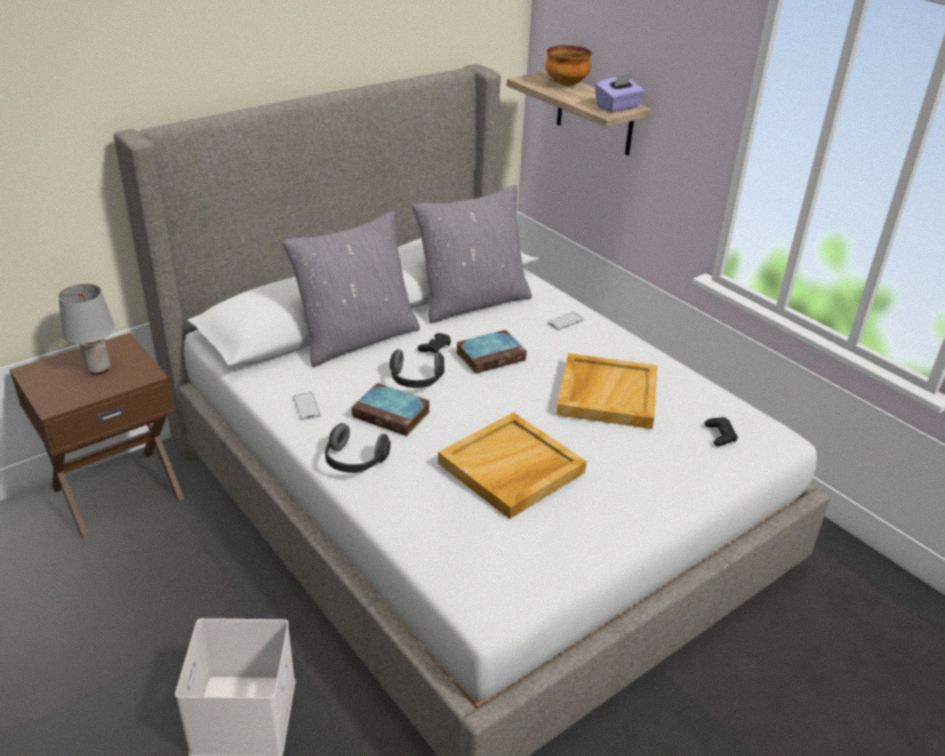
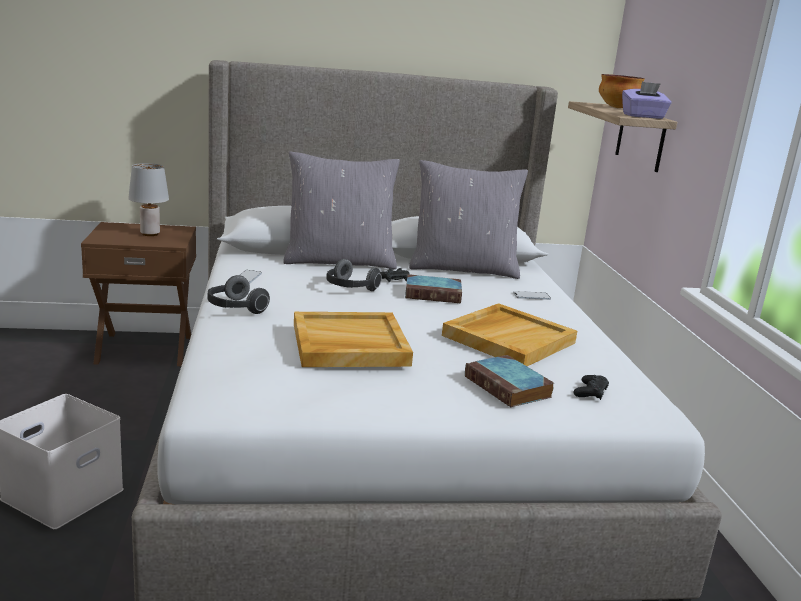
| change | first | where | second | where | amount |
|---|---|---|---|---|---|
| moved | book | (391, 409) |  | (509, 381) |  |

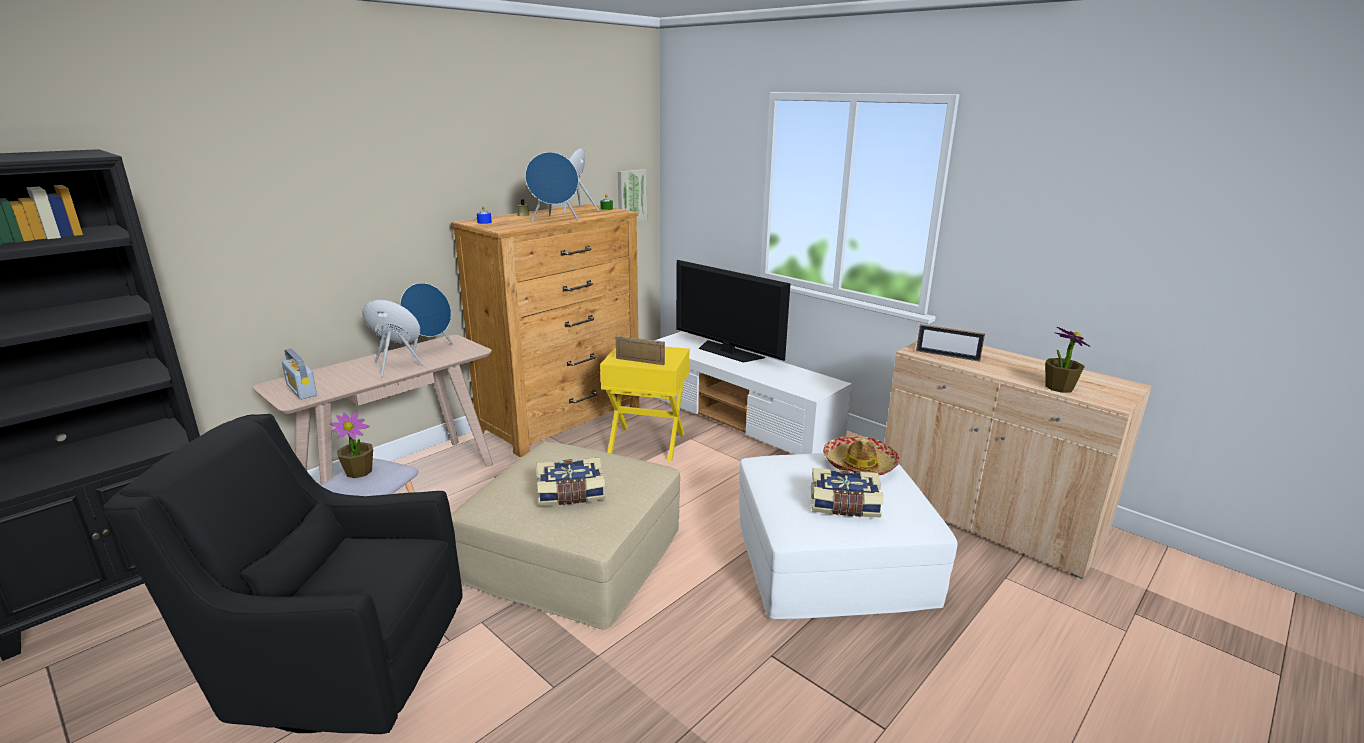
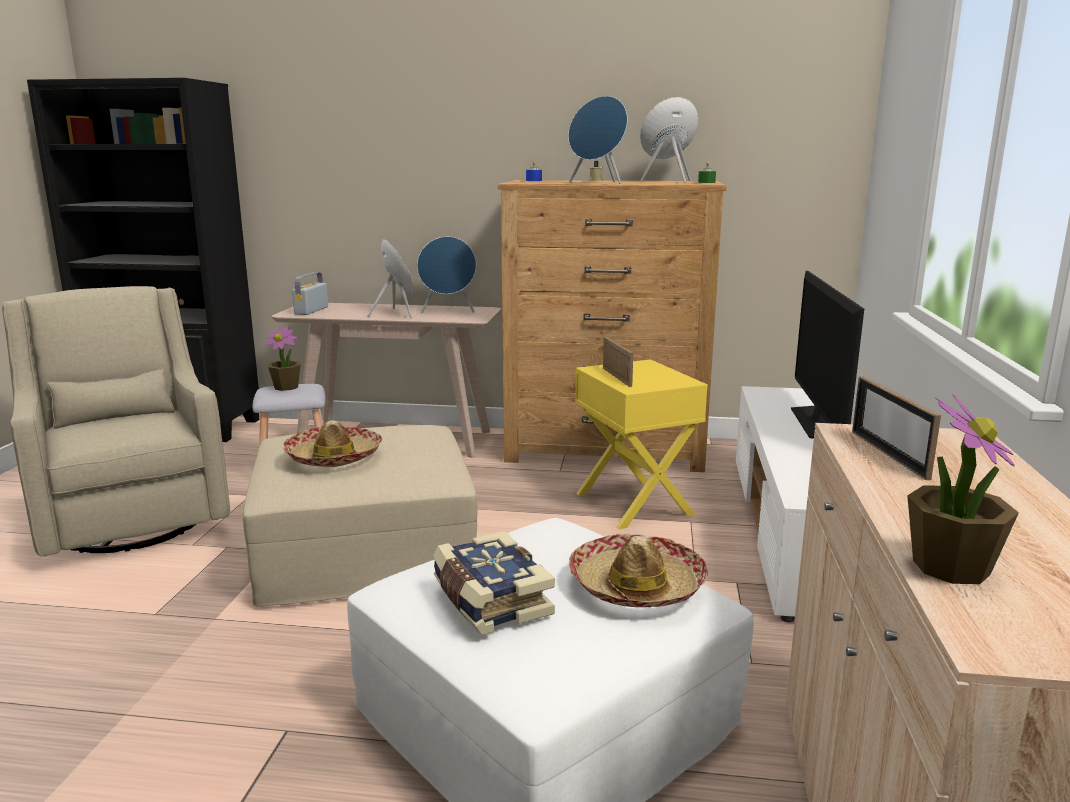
| change | first | where | second | where | amount |
|---|---|---|---|---|---|
| removed | picture | (632, 195) |  |  |  |
| replaced | book | (571, 481) | hat | (332, 443) |  |
| recoloured | black_armchair | (283, 574) | beige_armchair | (116, 421) |  |

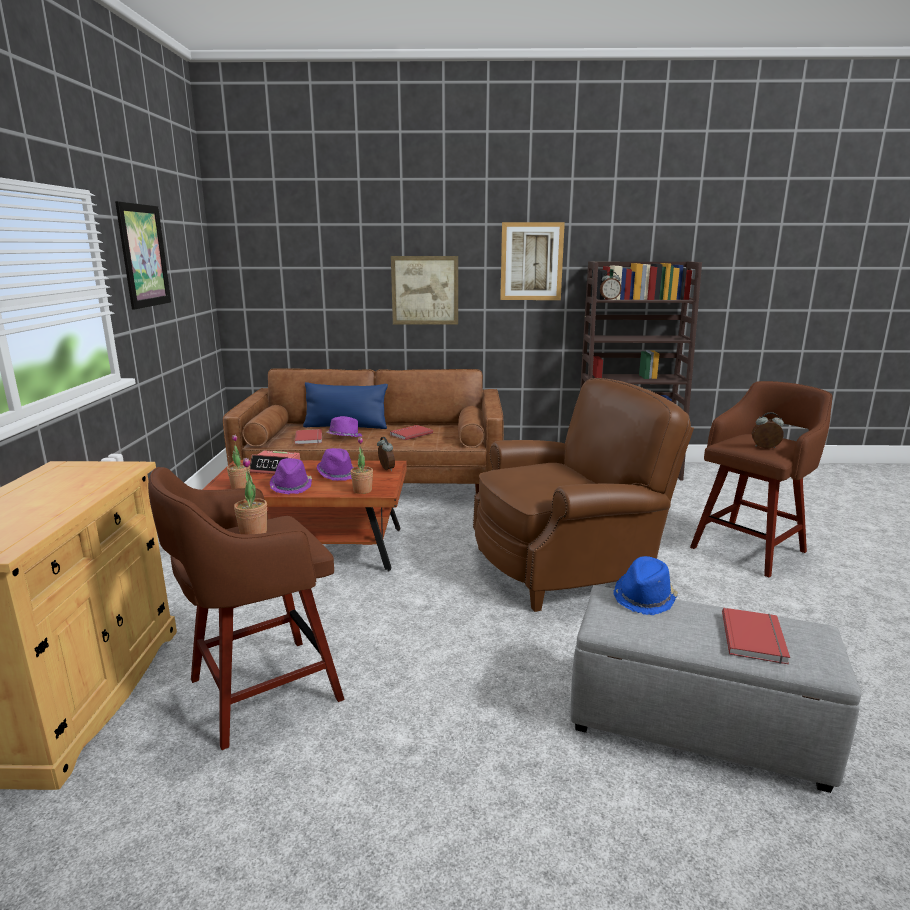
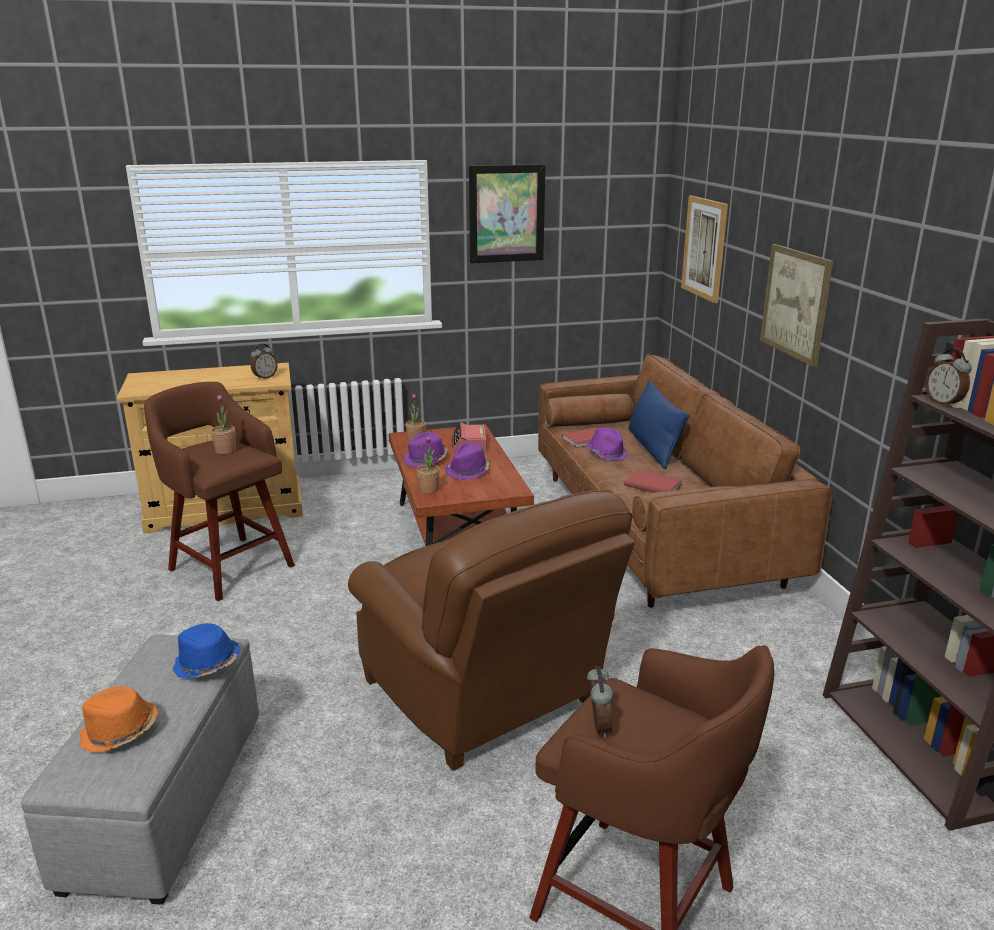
| change | first | where | second | where | amount |
|---|---|---|---|---|---|
| moved | alarm_clock | (386, 454) |  | (264, 362) |  |
| moved | picture | (532, 261) |  | (704, 249) |  |
| replaced | red_book | (756, 636) | orange_hat | (118, 719) |  |

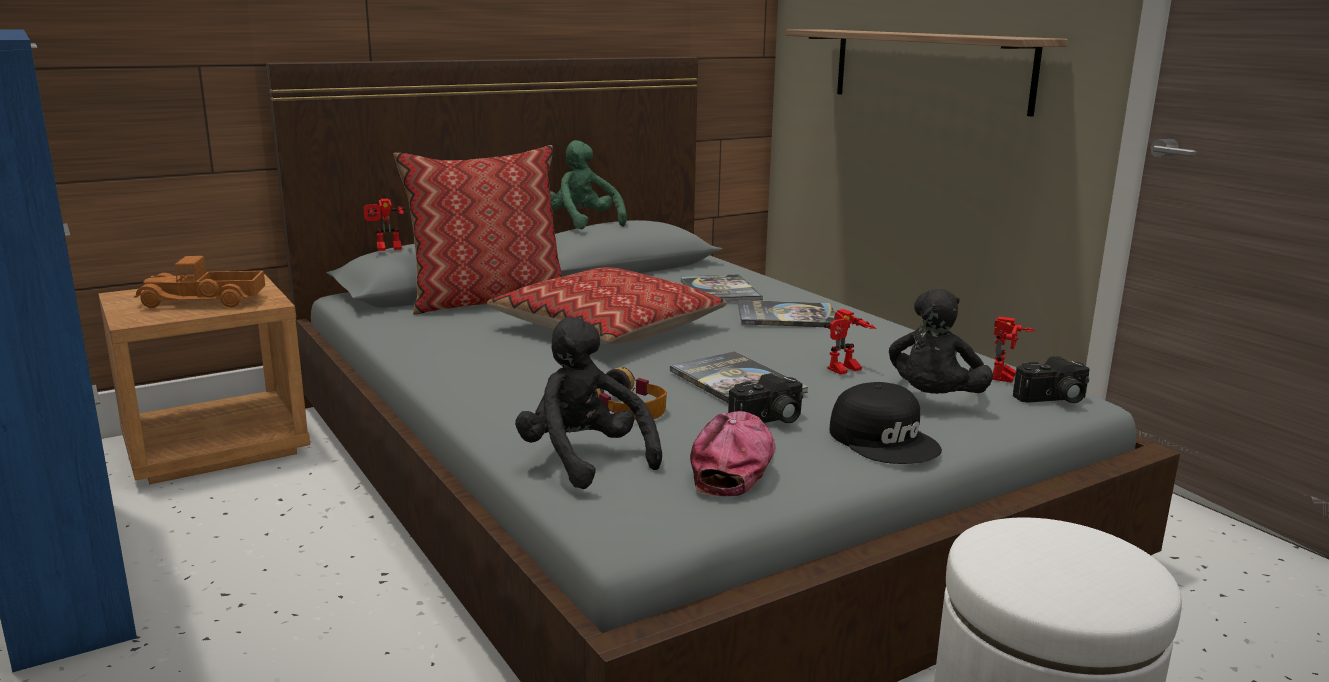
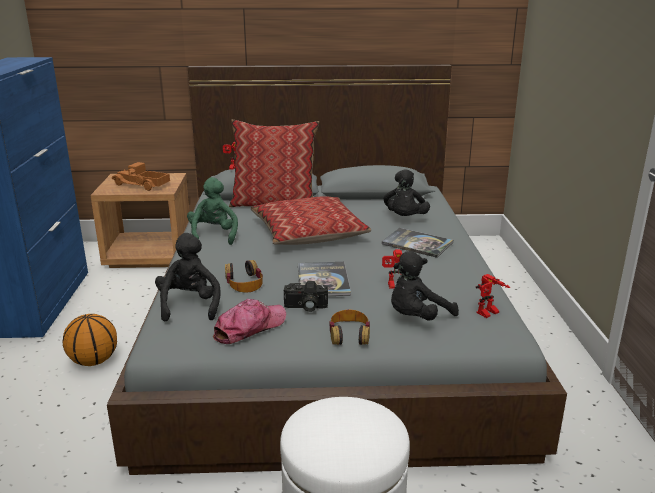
| change | first | where | second | where | amount |
|---|---|---|---|---|---|
| removed | shelf | (927, 73) |  |  |  |
| removed | photo_camera | (1051, 379) |  |  |  |
| added |  |  | basketball | (90, 340) |  |
| moved | green_plush_toy | (588, 185) |  | (212, 211) |  |
| replaced | book | (721, 288) | black_plush_toy | (406, 193) |  |
| replaced | black_cap | (885, 423) | headphones | (350, 327) |  |

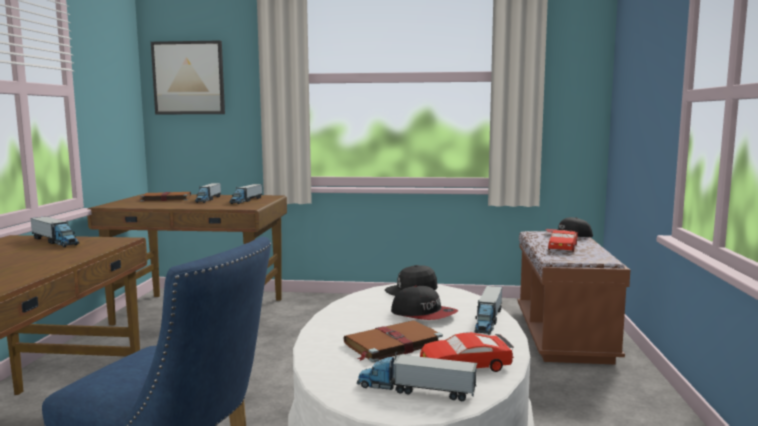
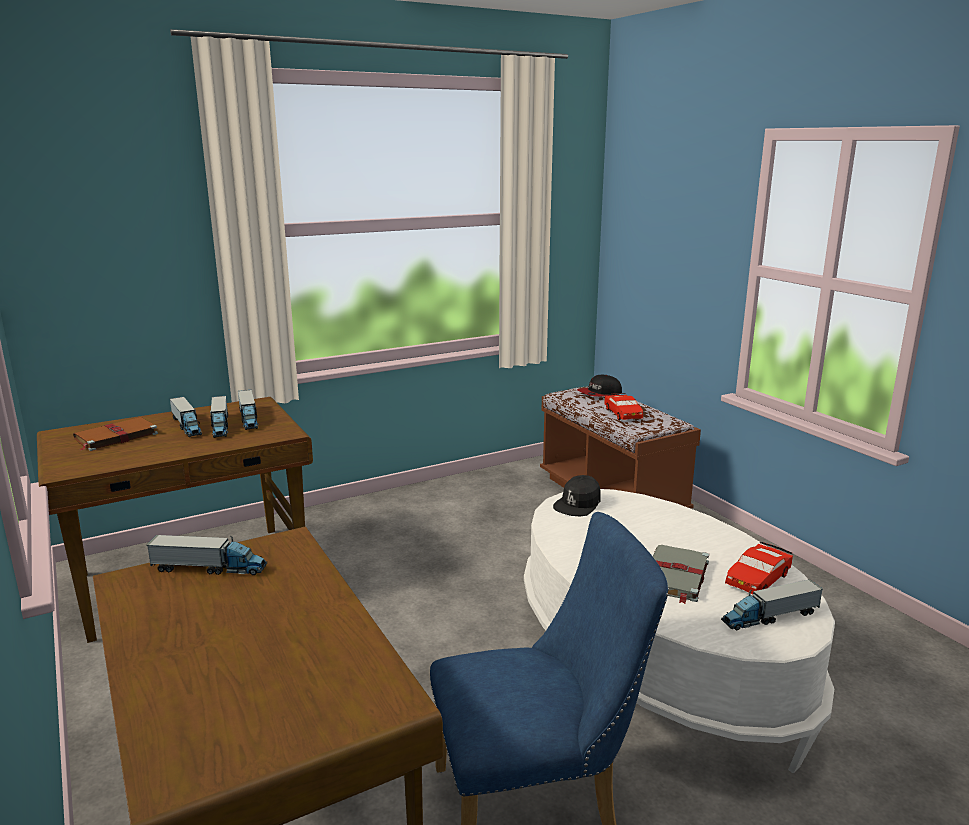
| change | first | where | second | where | amount |
|---|---|---|---|---|---|
| removed | picture | (188, 77) |  |  |  |
| removed | cap | (424, 303) |  |  |  |
| moved | toy_truck | (488, 310) |  | (219, 417) |  |
| recoloured | brown_book | (393, 341) | grey_book | (681, 574) |  |

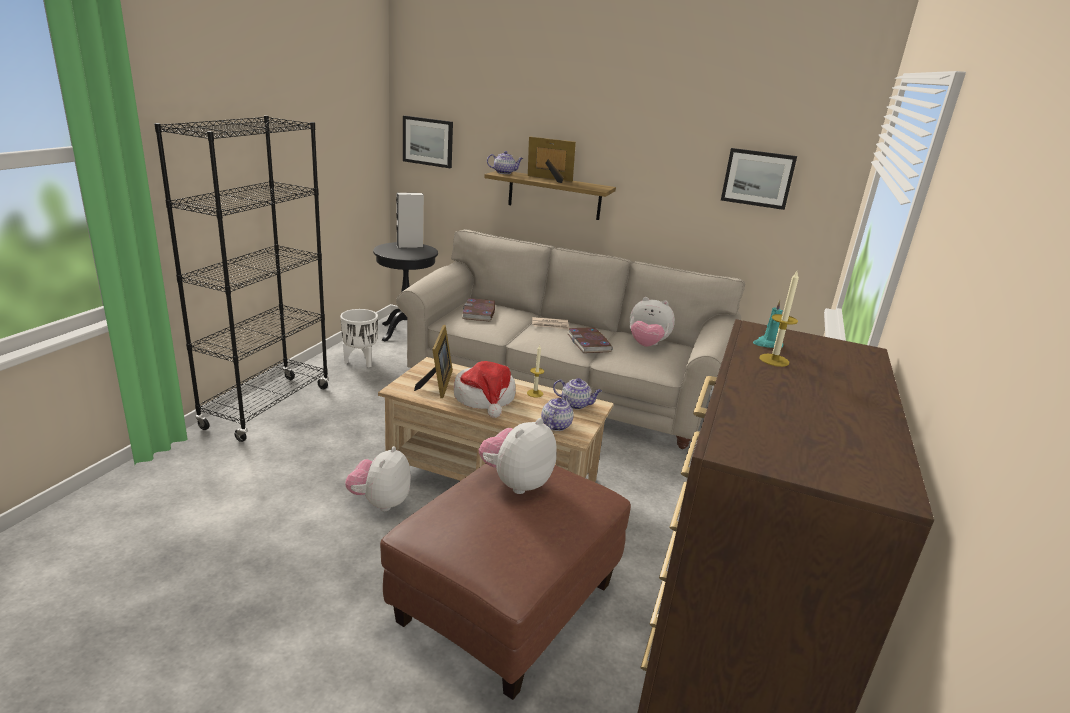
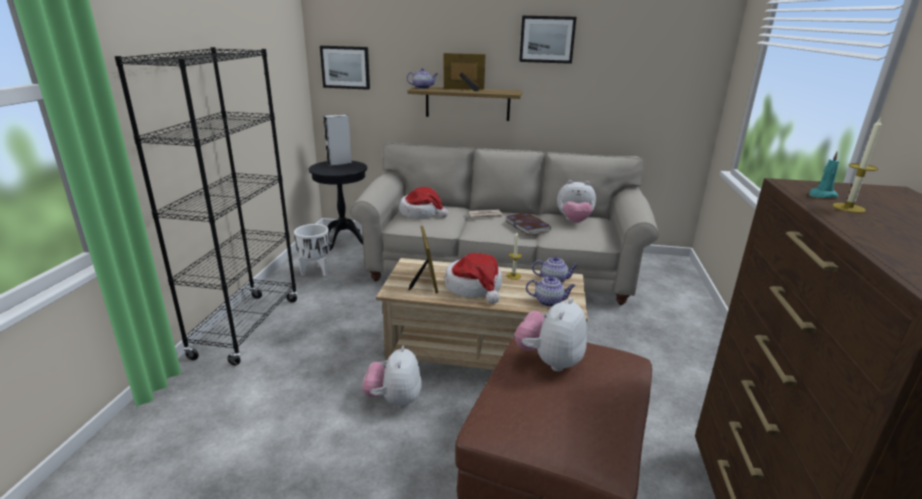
| change | first | where | second | where | amount |
|---|---|---|---|---|---|
| moved | picture | (759, 179) |  | (547, 40) |  |
| replaced | book | (478, 309) | hat | (423, 202) |  |
| turned | teapot | (557, 413) |  | (550, 291) | 90 degrees clockwise |

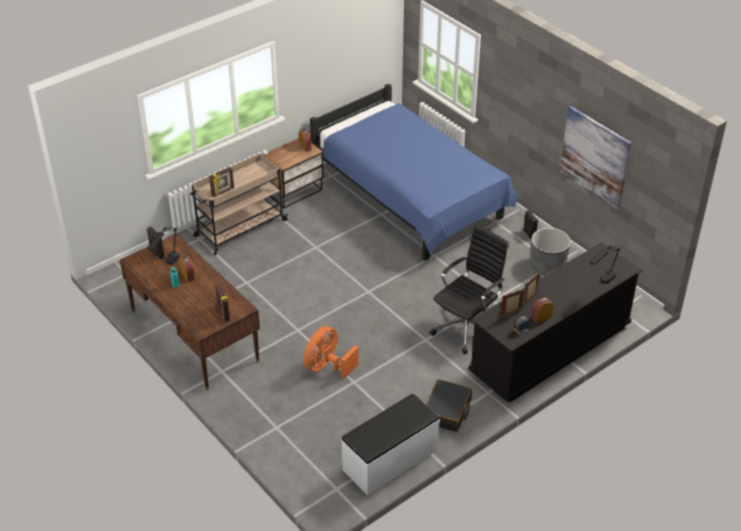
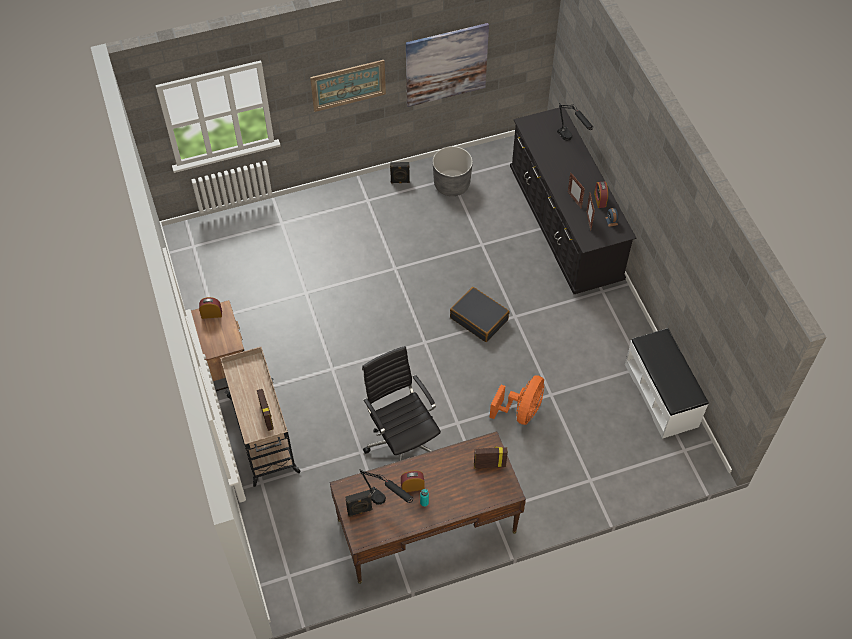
| change | first | where | second | where | amount |
|---|---|---|---|---|---|
| removed | blue_bed | (414, 172) |  |  |  |
| added |  |  | picture | (348, 86) |  |
| moved | black_suitcase | (449, 405) |  | (480, 314) |  |
| moved | black_office_chair | (469, 289) |  | (401, 403) |  |
| turned | orange_fan | (331, 352) |  | (517, 400) | 120 degrees counterclockwise |

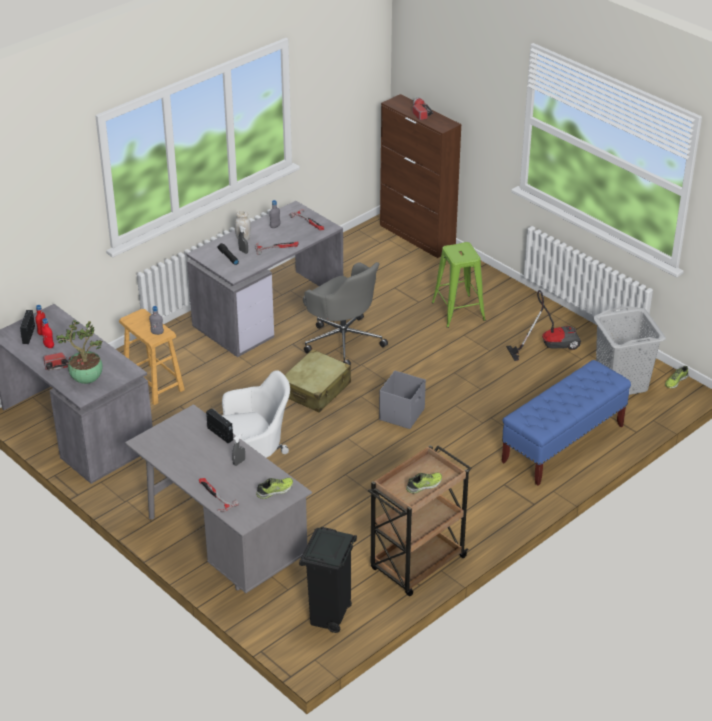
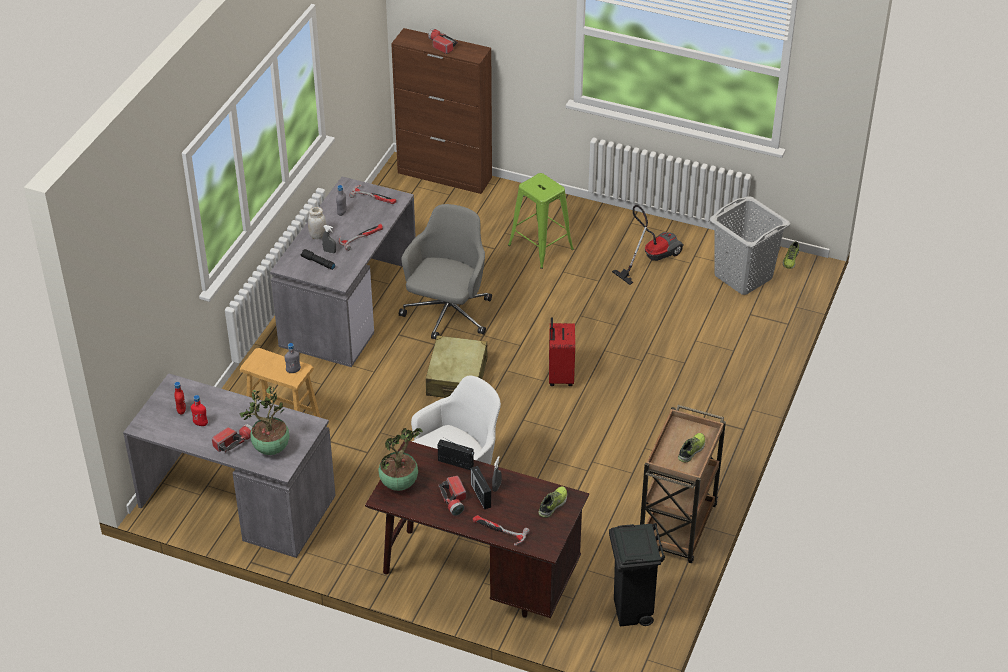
| change | first | where | second | where | amount |
|---|---|---|---|---|---|
| removed | blue_bench | (566, 422) |  |  |  |
| added |  |  | potted_plant | (400, 459) |  |
| added |  |  | flashlight | (452, 496) |  |
| moved | radio | (27, 327) |  | (481, 487) |  |
| replaced | grey_storage_box | (402, 399) | red_suitcase | (562, 351) |  |
| recoloured | grey_desk | (218, 498) | brown_desk | (477, 529) |  |
| turned | grey_office_chair | (345, 313) |  | (445, 272) | 90 degrees counterclockwise |

